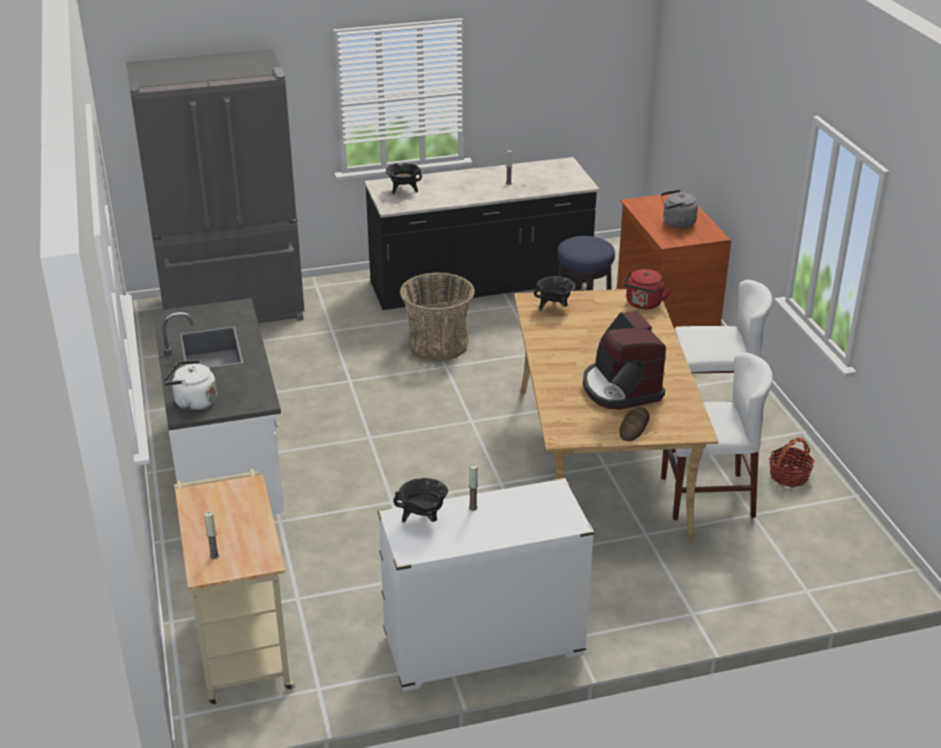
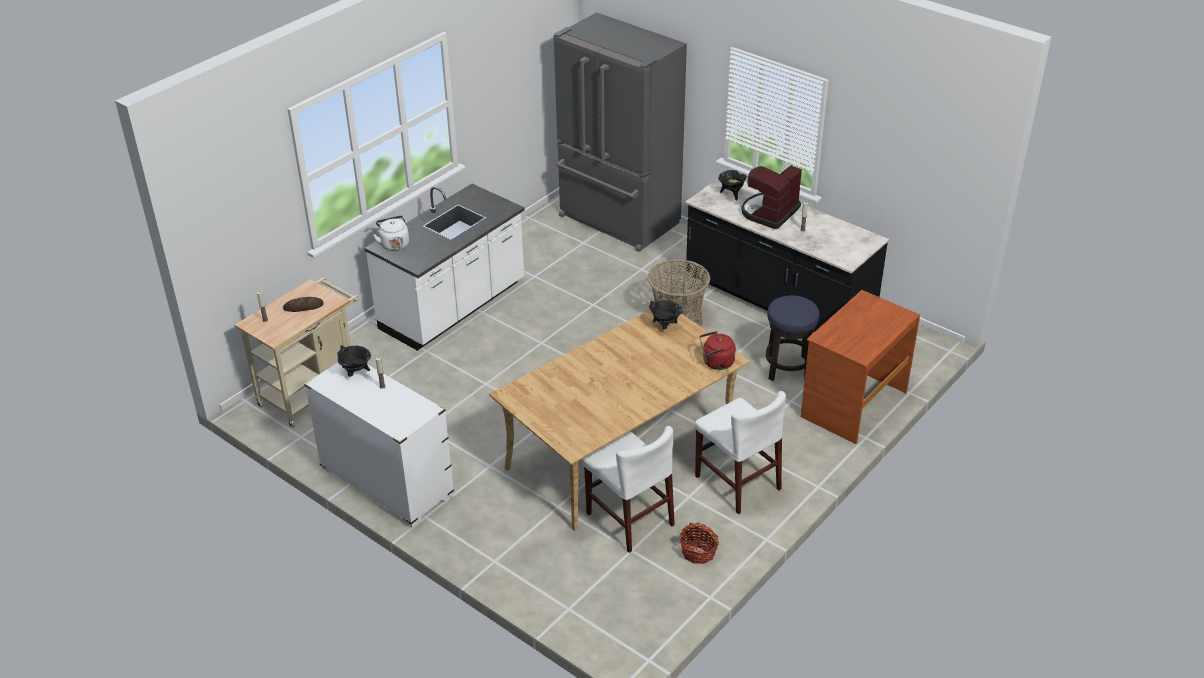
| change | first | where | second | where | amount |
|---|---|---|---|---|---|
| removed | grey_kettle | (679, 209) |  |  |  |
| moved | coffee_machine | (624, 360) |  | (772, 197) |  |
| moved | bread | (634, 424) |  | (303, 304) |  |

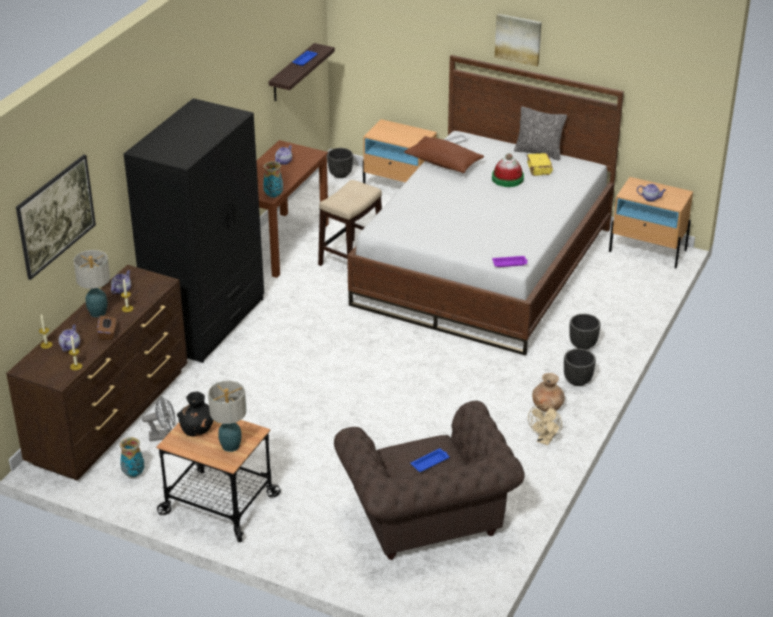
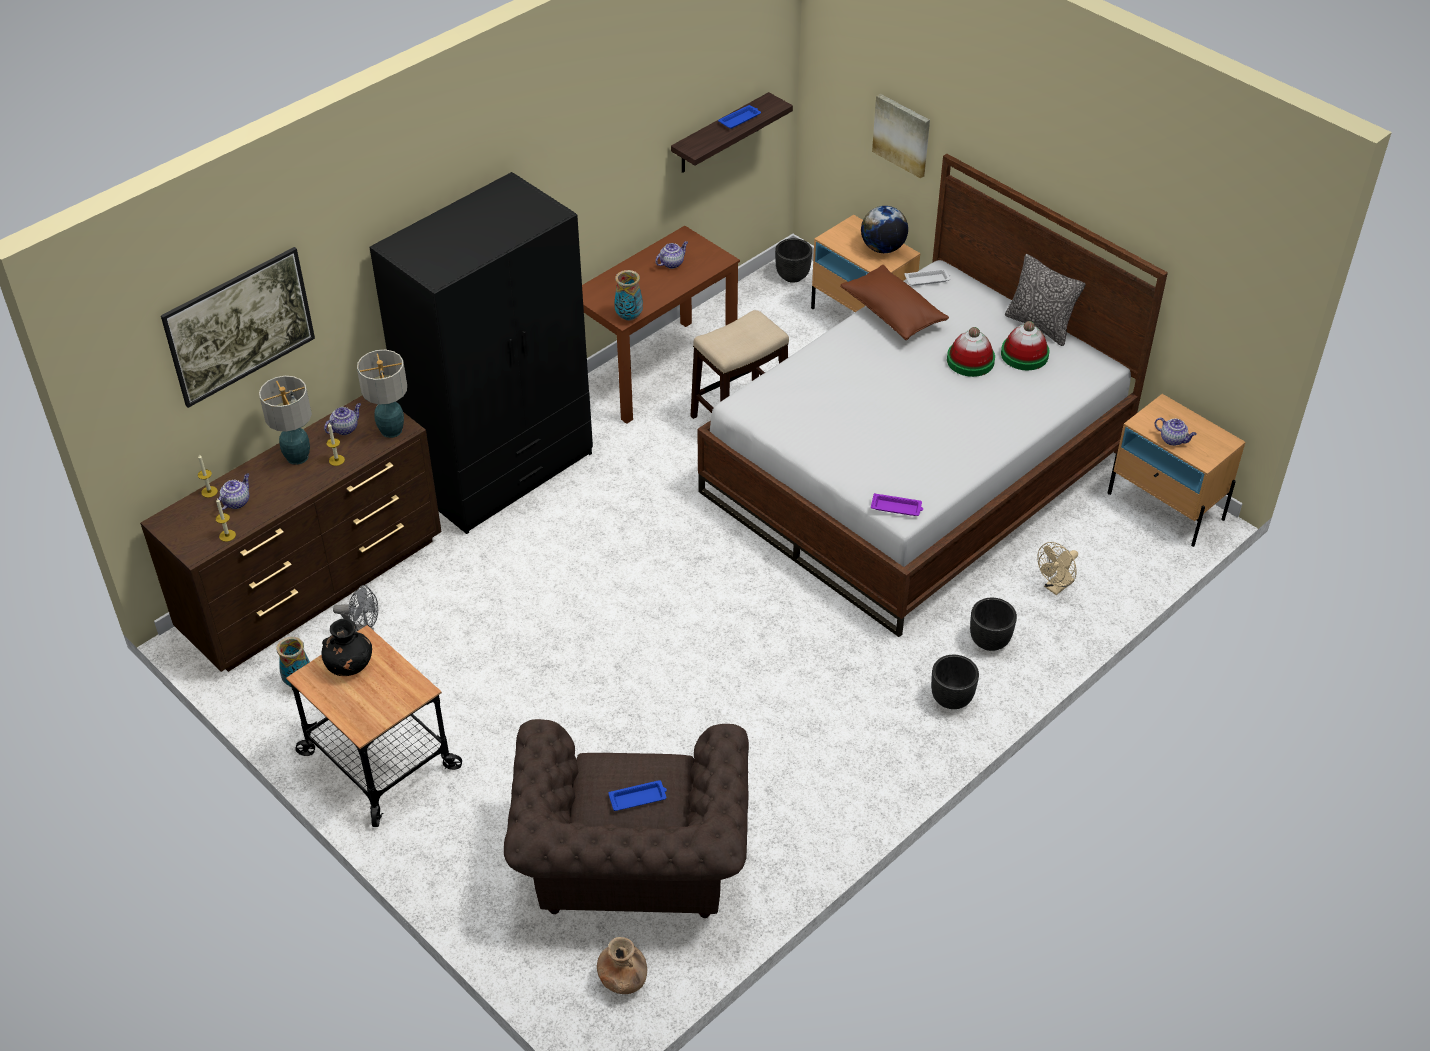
| change | first | where | second | where | amount |
|---|---|---|---|---|---|
| removed | brown_tissue_box | (106, 328) |  |  |  |
| added |  |  | globe | (884, 229) |  |
| moved | table_lamp | (227, 416) |  | (382, 393) |  |
| moved | picture | (518, 40) |  | (901, 136) |  |
| moved | beige_fan | (545, 424) |  | (1057, 568) |  |
| moved | brown_vase | (548, 392) |  | (622, 965) |  |
| replaced | yellow_book | (540, 164) | hat | (1025, 345) |  |

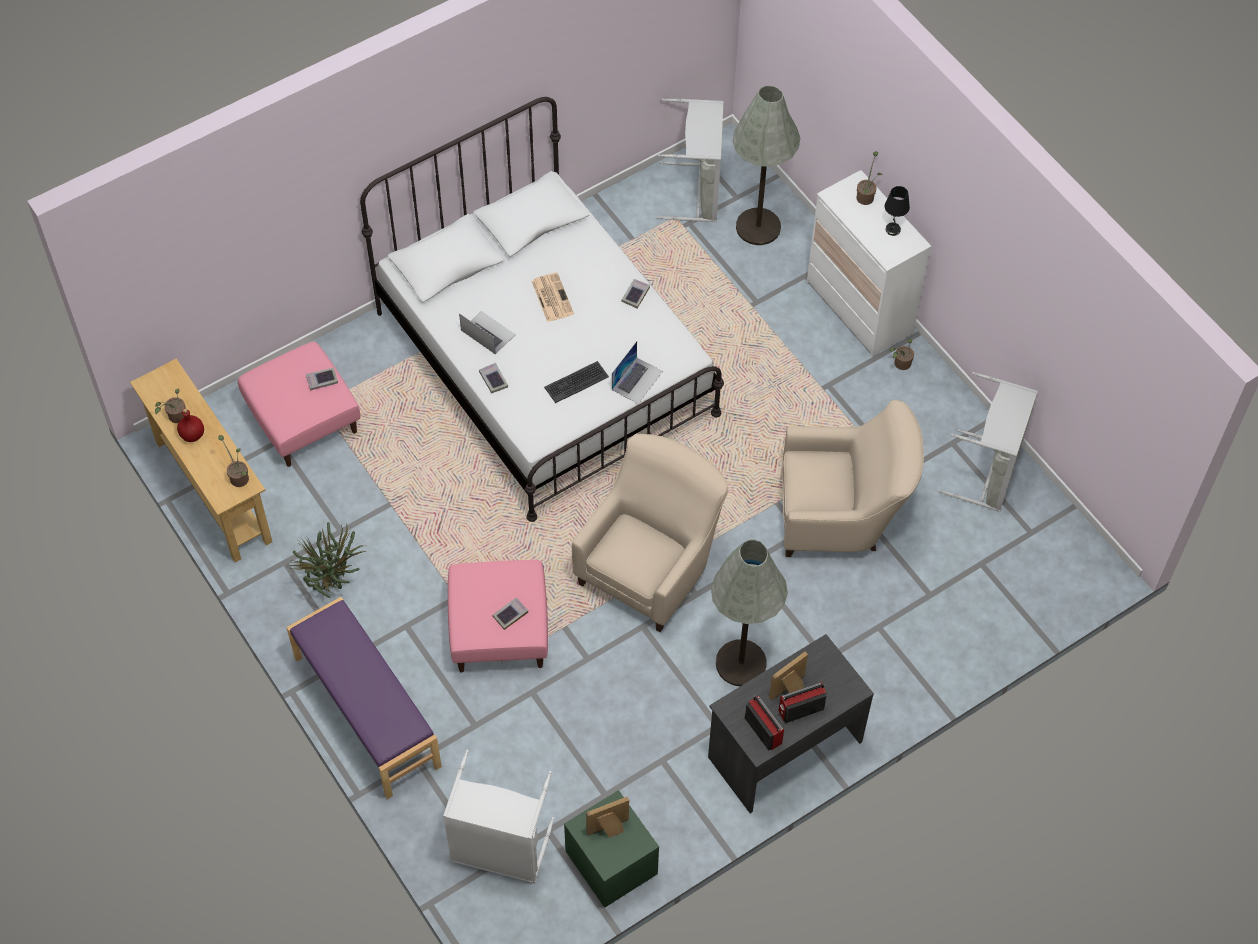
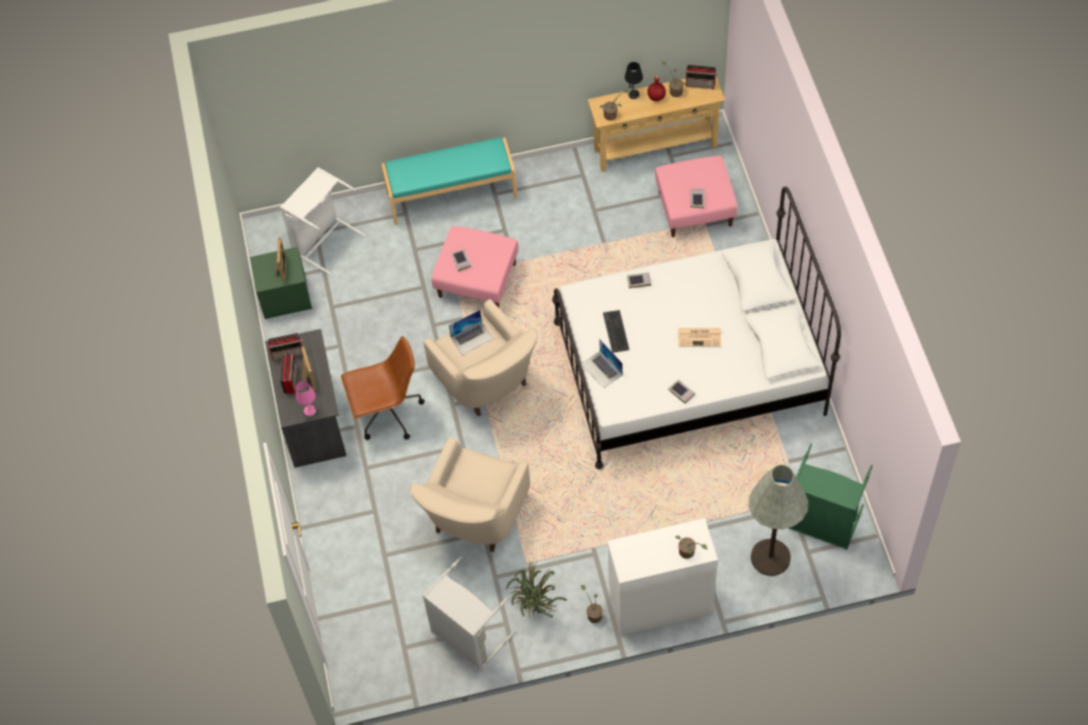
| change | first | where | second | where | amount |
|---|---|---|---|---|---|
| added |  |  | pink_table_lamp | (305, 398) |  |
| added |  |  | radio | (701, 77) |  |
| moved | potted_plant | (328, 560) |  | (536, 589) |  |
| moved | laptop | (487, 333) |  | (471, 332) |  |
| moved | black_table_lamp | (897, 211) |  | (634, 80) |  |
| replaced | grey_floor_lamp | (749, 613) | brown_office_chair | (383, 388) |  |
| recoloured | purple_bench | (364, 698) | turquoise_bench | (449, 181) |  |
| recoloured | grey_laundry_basket | (690, 160) | green_laundry_basket | (831, 497) |  |

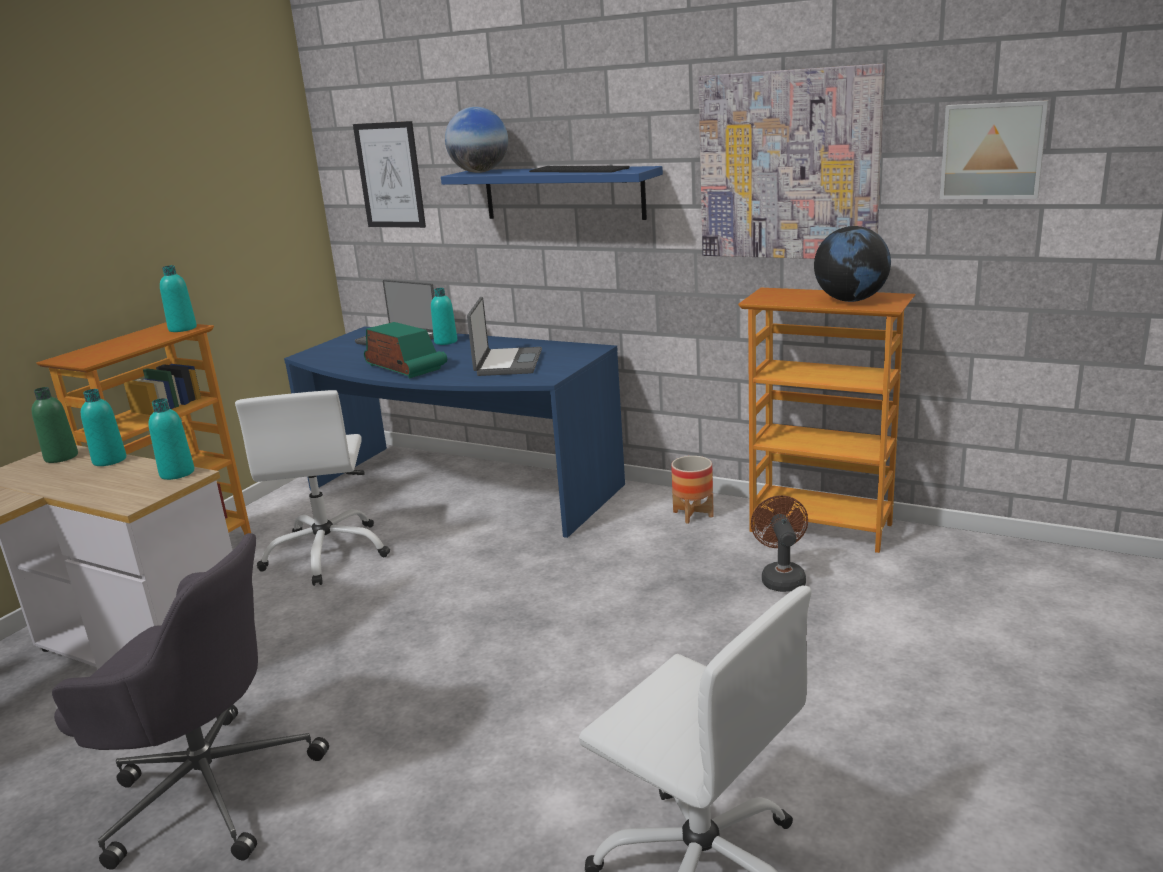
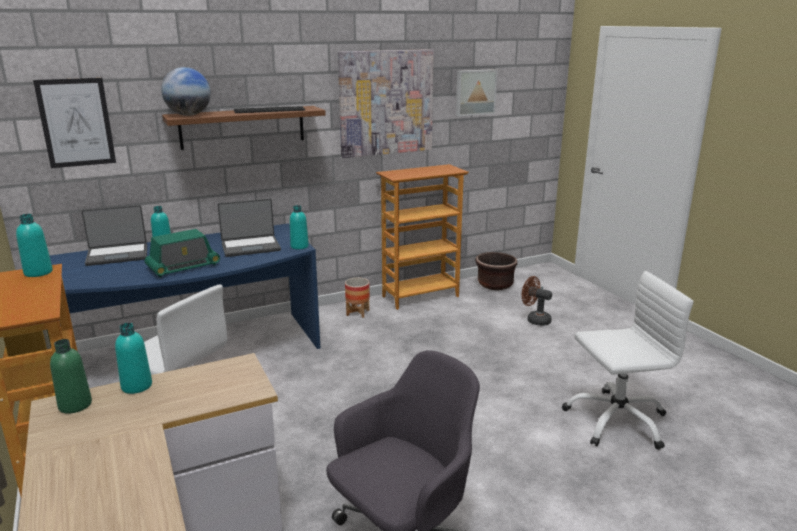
| change | first | where | second | where | amount |
|---|---|---|---|---|---|
| removed | globe | (852, 264) |  |  |  |
| added |  |  | brown_planter | (496, 271) |  |
| moved | turquoise_bottle | (171, 439) |  | (299, 227) |  |
| moved | brown_fan | (779, 543) |  | (537, 301) |  |
| recoloured | blue_shelf | (552, 193) | brown_shelf | (244, 128) |  |
| turned | radio | (405, 350) |  | (182, 253) | 150 degrees clockwise |
| turned | laptop | (504, 336) |  | (249, 228) | 120 degrees clockwise |

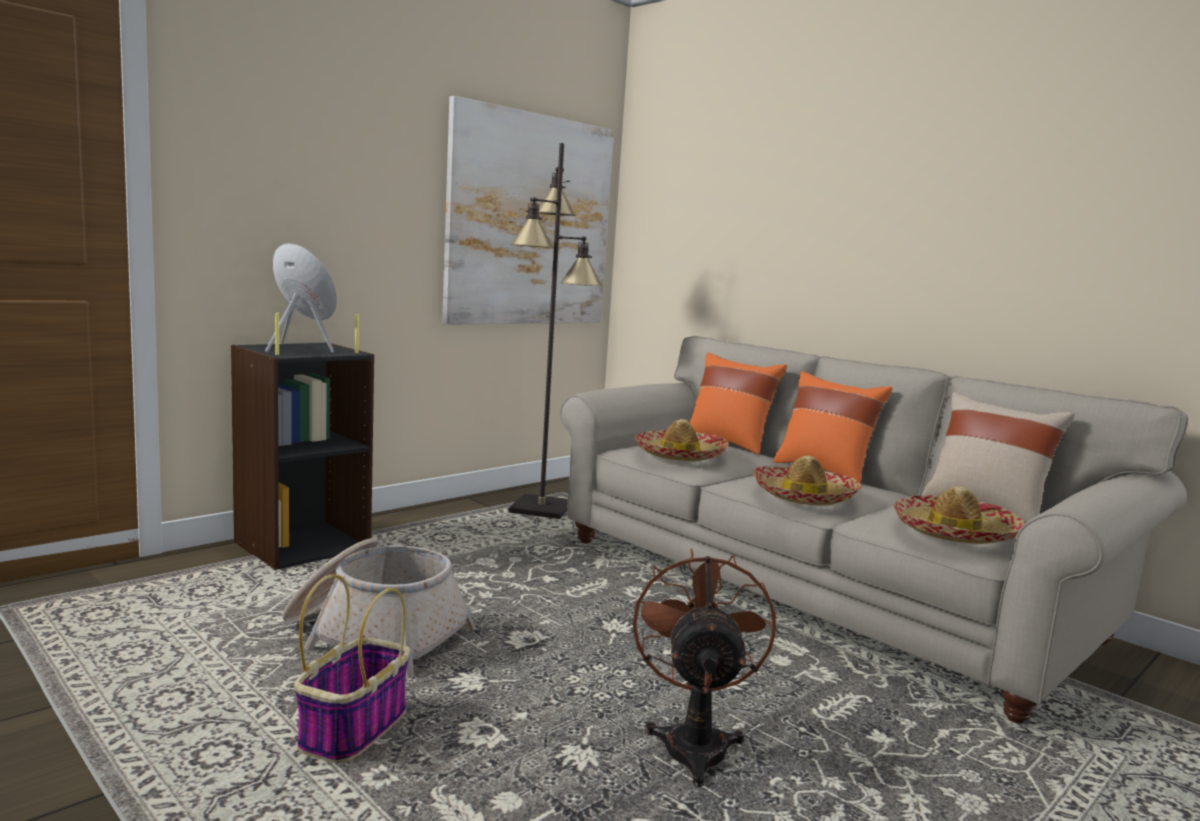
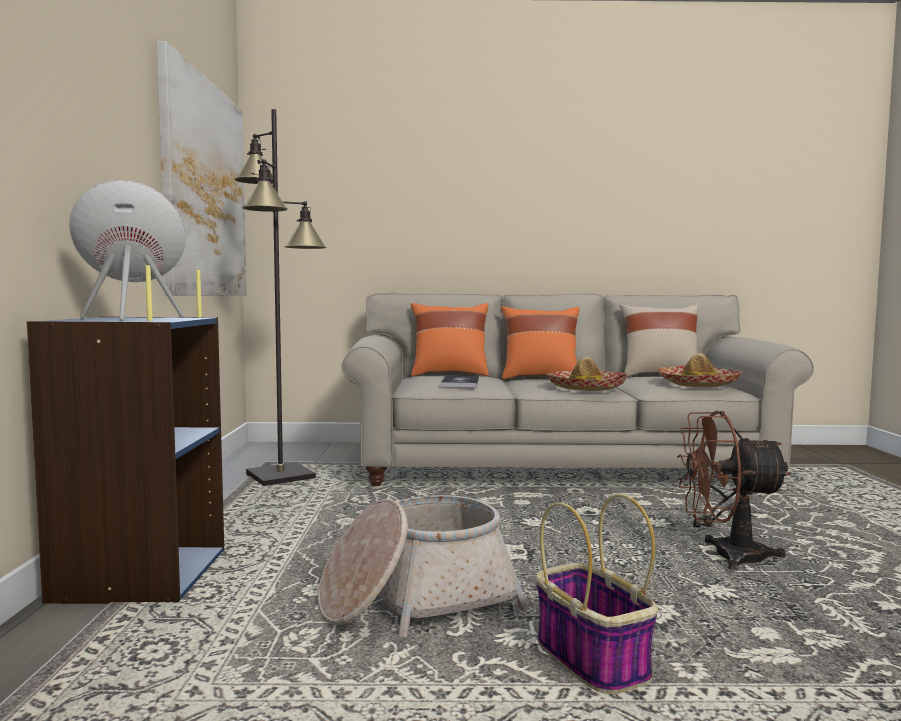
| change | first | where | second | where | amount |
|---|---|---|---|---|---|
| replaced | hat | (681, 440) | book | (460, 381) |  |
| recoloured | black_bookcase | (302, 456) | blue_bookcase | (125, 460) |  |
| turned | brown_fan | (704, 668) |  | (734, 490) | 45 degrees counterclockwise |

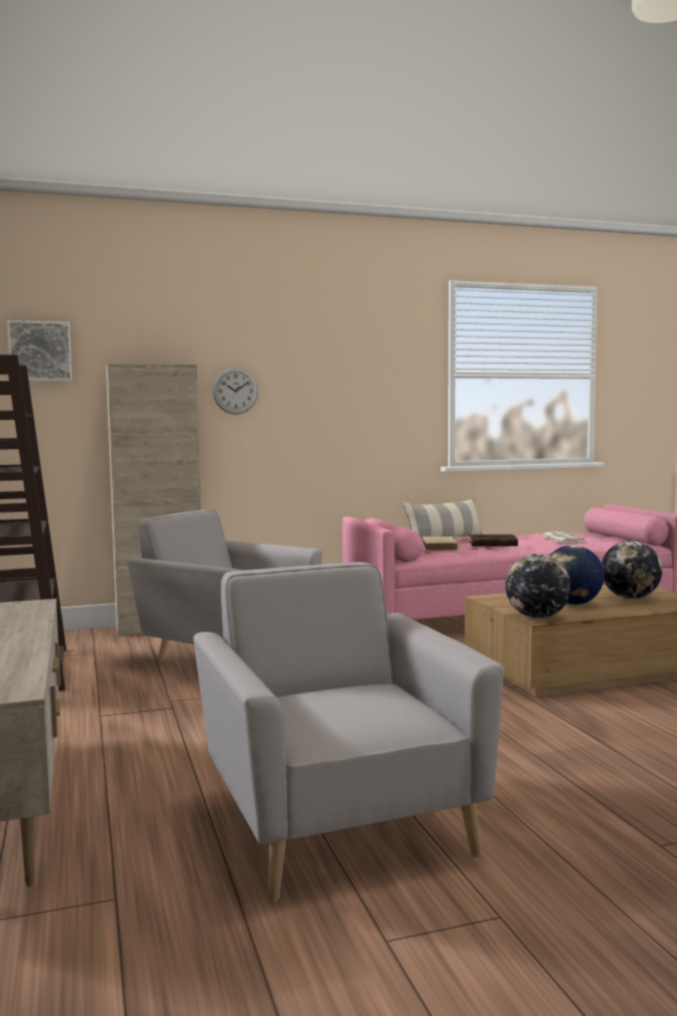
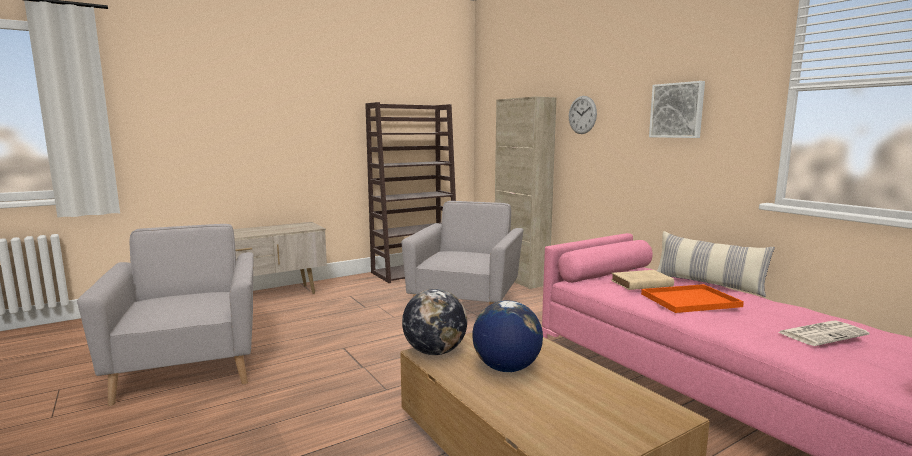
| change | first | where | second | where | amount |
|---|---|---|---|---|---|
| removed | globe | (632, 569) |  |  |  |
| moved | picture | (39, 350) |  | (677, 109) |  |
| replaced | brown_book | (493, 540) | orange_tray | (692, 298) |  |
| turned | grey_armchair | (348, 732) |  | (165, 315) | 75 degrees counterclockwise |

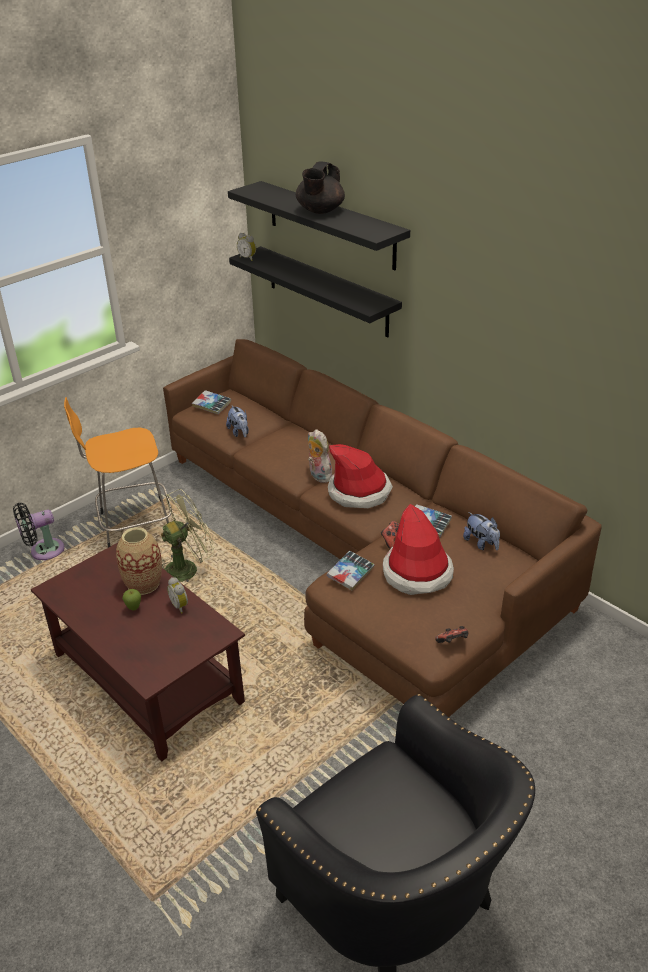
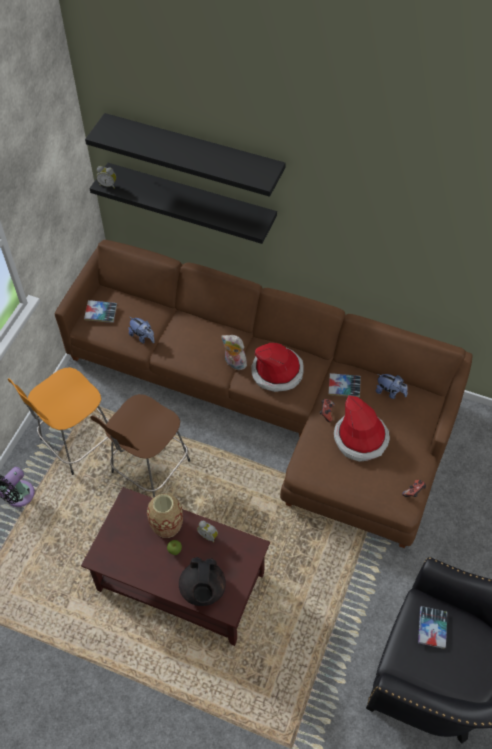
| change | first | where | second | where | amount |
|---|---|---|---|---|---|
| moved | black_teapot | (320, 187) |  | (202, 581) |  |
| moved | book | (351, 571) |  | (432, 627) |  |
| replaced | green_fan | (187, 535) | brown_stool | (140, 446) |  |

